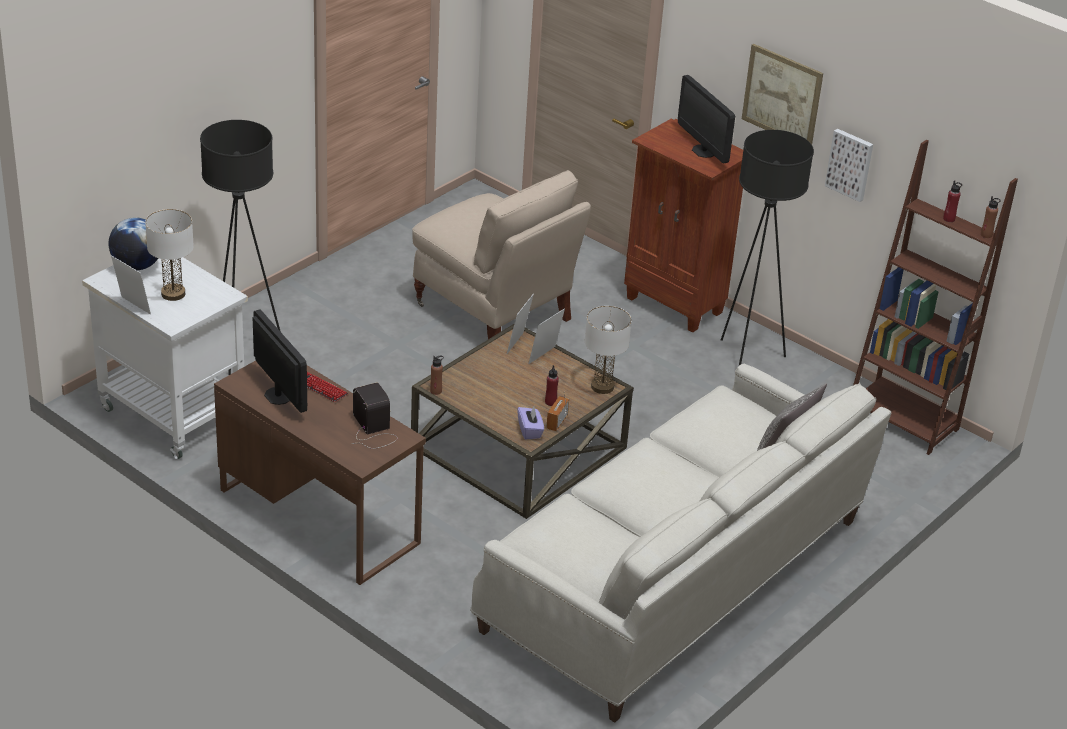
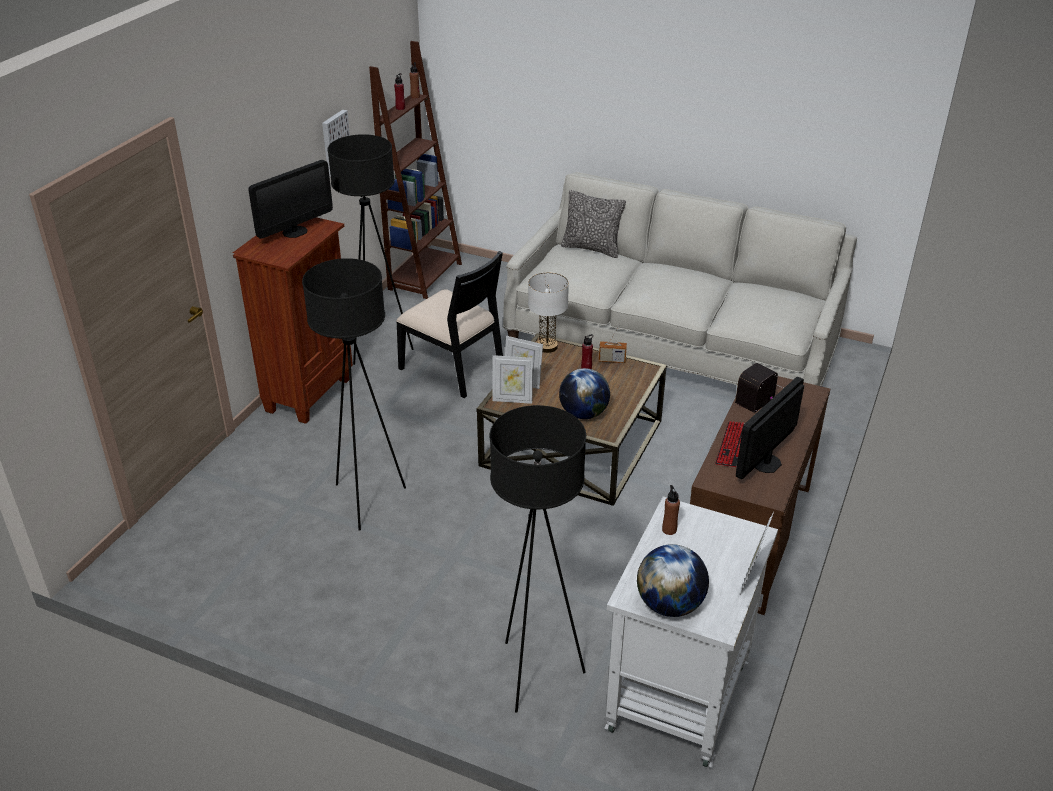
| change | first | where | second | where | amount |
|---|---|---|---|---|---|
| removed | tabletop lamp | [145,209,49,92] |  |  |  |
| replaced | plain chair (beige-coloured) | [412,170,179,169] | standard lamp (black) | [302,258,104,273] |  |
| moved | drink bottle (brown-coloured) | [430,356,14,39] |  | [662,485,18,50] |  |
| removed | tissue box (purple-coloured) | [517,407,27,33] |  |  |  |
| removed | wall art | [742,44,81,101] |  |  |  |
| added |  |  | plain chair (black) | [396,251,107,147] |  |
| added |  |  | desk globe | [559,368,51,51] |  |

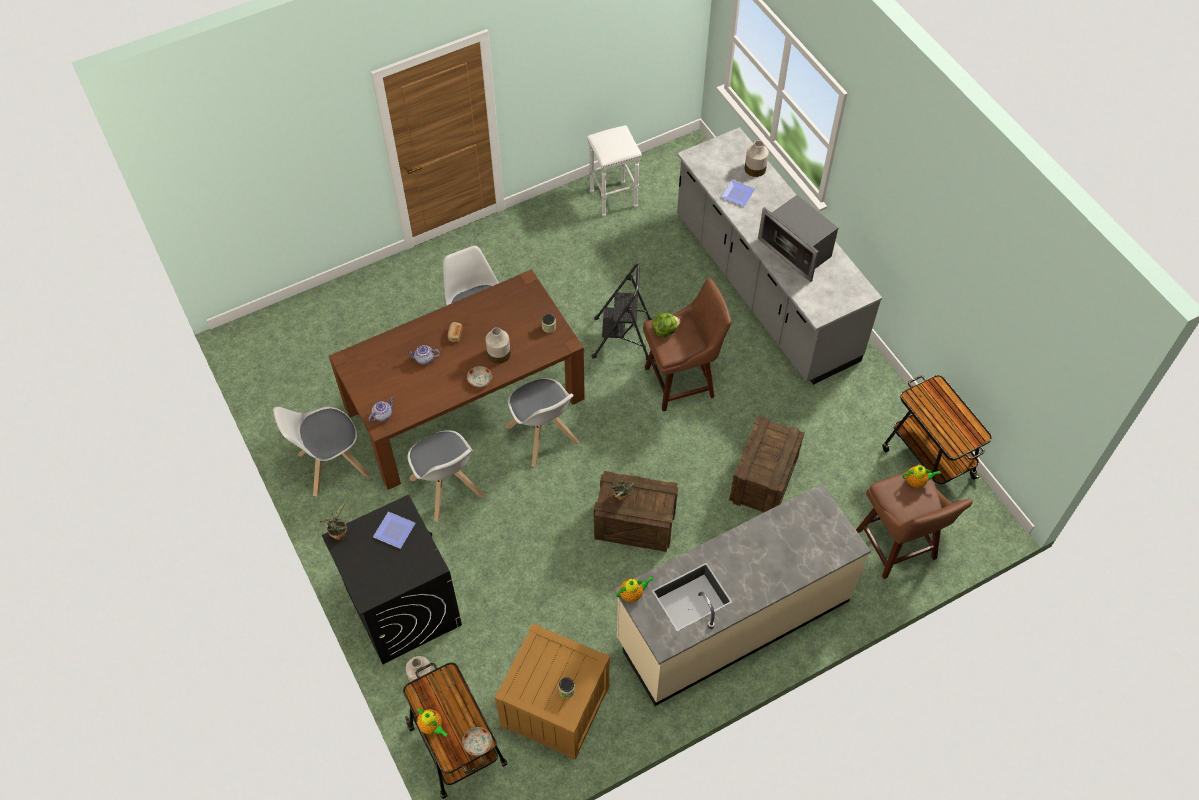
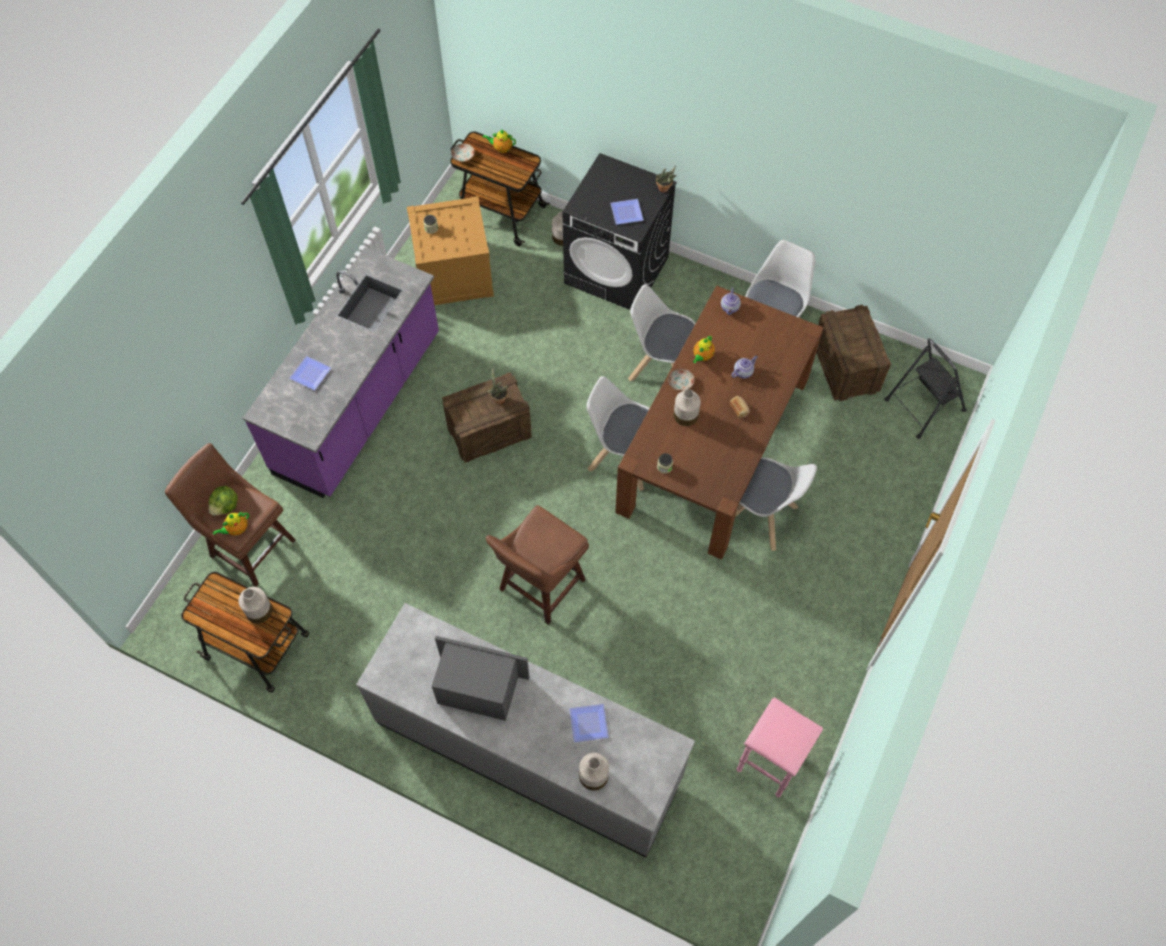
| change | first | where | second | where | amount |
|---|---|---|---|---|---|
| recoloured | stool seat (white-coloured) | [587,125,55,92] | stool seat (pinkish) | [737,698,86,100] |  |
| moved | stepladder (black) | [591,264,62,96] |  | [884,339,83,100] |  |
| recoloured | kitchen base unit (beige-coloured) | [614,483,257,223] | kitchen base unit (purple-coloured) | [243,247,196,251] |  |
| moved | teapot | [616,577,38,25] |  | [693,335,22,28] |  |
| moved | lettuce head | [652,313,28,24] |  | [209,486,29,30] |  |
| moved | packing crate | [729,416,75,97] |  | [816,305,75,96] |  |
| added |  |  | decorative vase (beige-coloured) | [238,587,35,36] |  |
| added |  |  | plate | [290,356,41,34] |  |

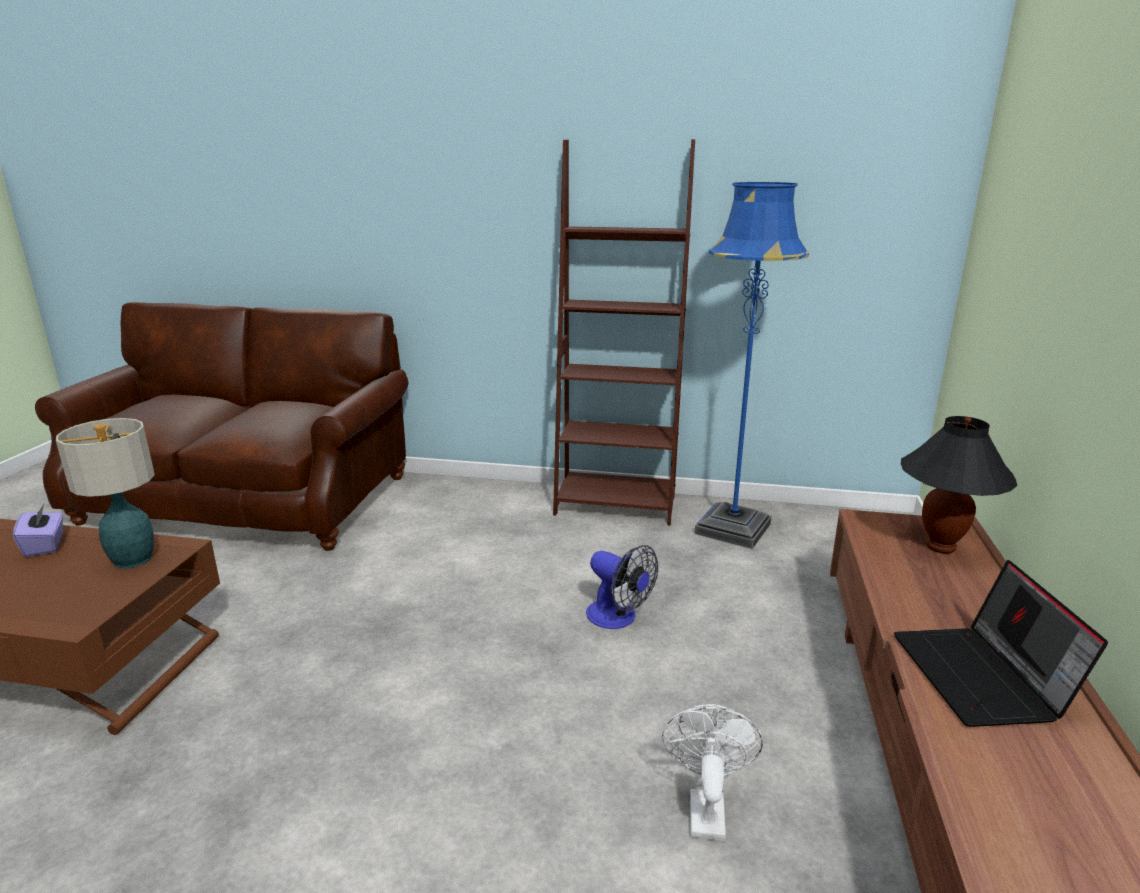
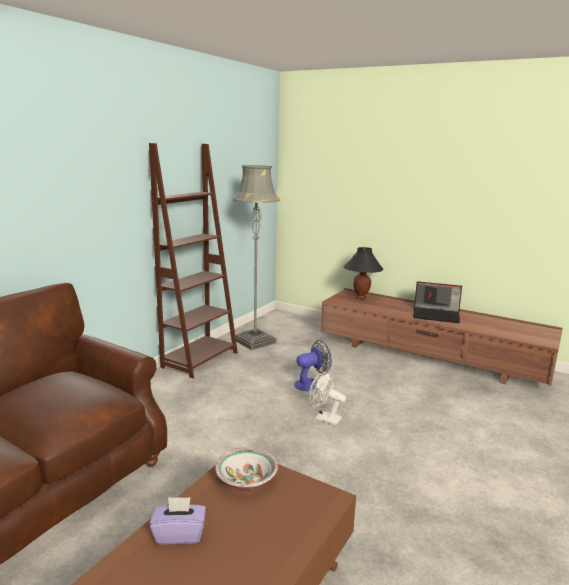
| change | first | where | second | where | amount |
|---|---|---|---|---|---|
| replaced | tabletop lamp | [56,418,99,151] | deep dish | [215,447,63,43] |  |
| moved | fan (white-coloured) | [662,704,101,137] |  | [309,370,37,55] |  |
| recoloured | standard lamp (blue-coloured) | [694,182,115,367] | standard lamp (gray) | [233,165,47,185] |  |

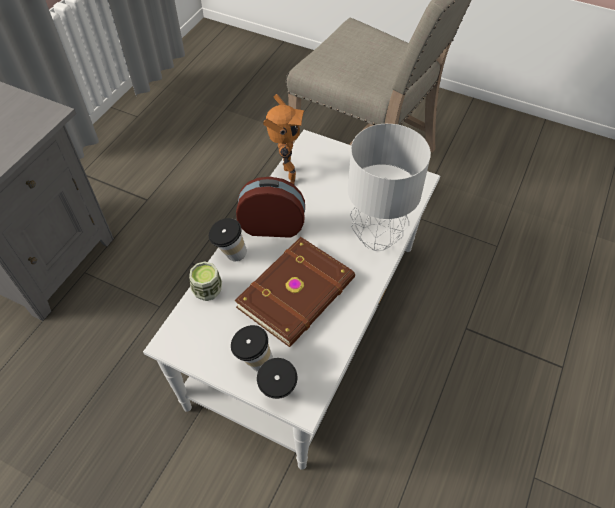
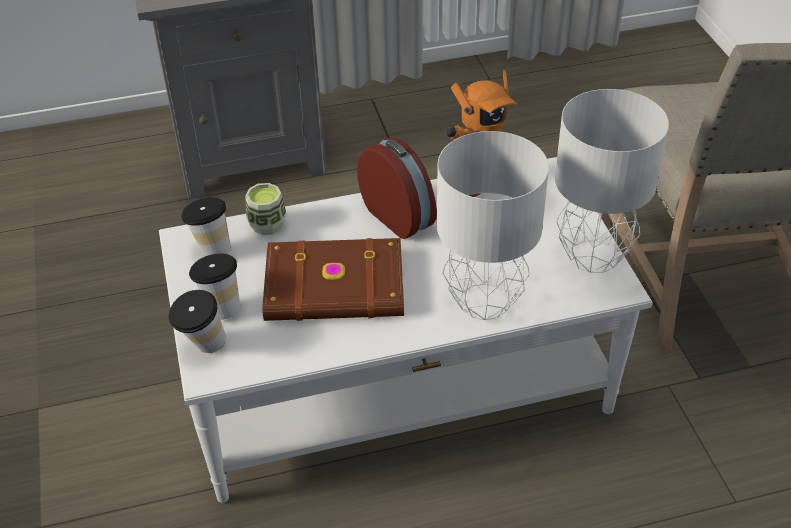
| change | first | where | second | where | amount |
|---|---|---|---|---|---|
| moved | drinking cup | [209,218,38,43] |  | [181,197,50,59] |  |
| added |  |  | tabletop lamp (gray) | [555,89,114,184] |  |

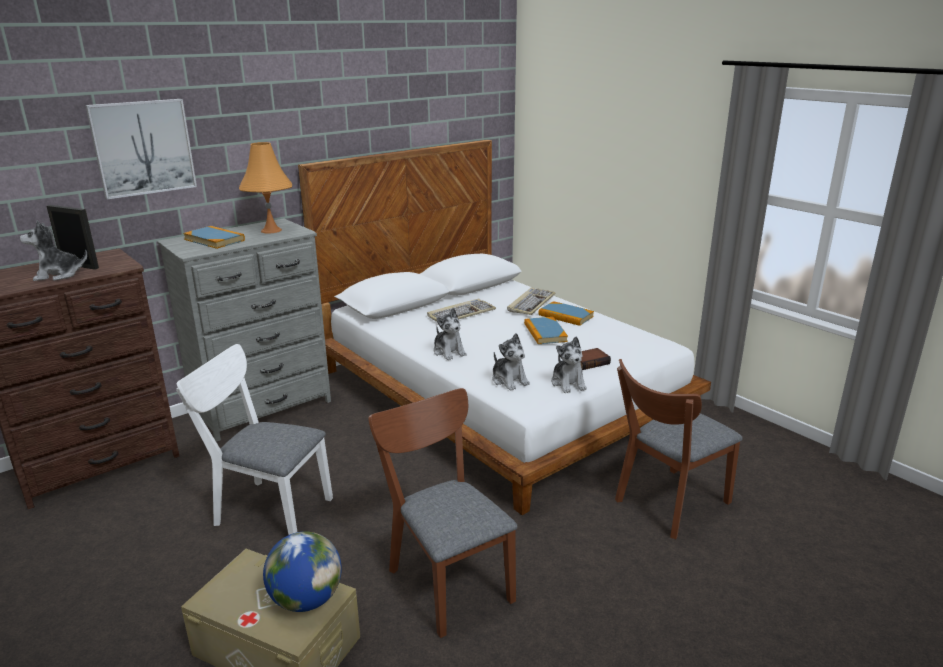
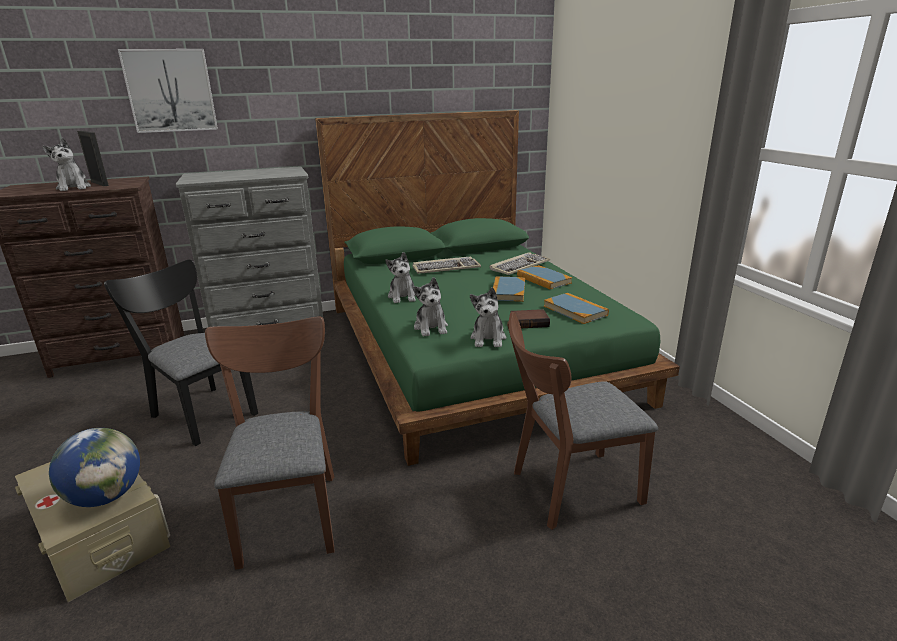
| change | first | where | second | where | amount |
|---|---|---|---|---|---|
| turned | soft toy | [20,220,67,61] |  | [42,138,49,53] | 120 degrees counterclockwise |
| recoloured | plain chair (white-coloured) | [176,344,157,191] | plain chair (black) | [104,259,154,187] |  |
| moved | bound book | [183,226,62,23] |  | [544,293,65,31] |  |
| removed | tabletop lamp (orangey) | [239,142,53,92] |  |  |  |
| recoloured | bedroom bed (white-coloured) | [298,140,413,375] | bedroom bed (green-coloured) | [315,110,365,356] |  |

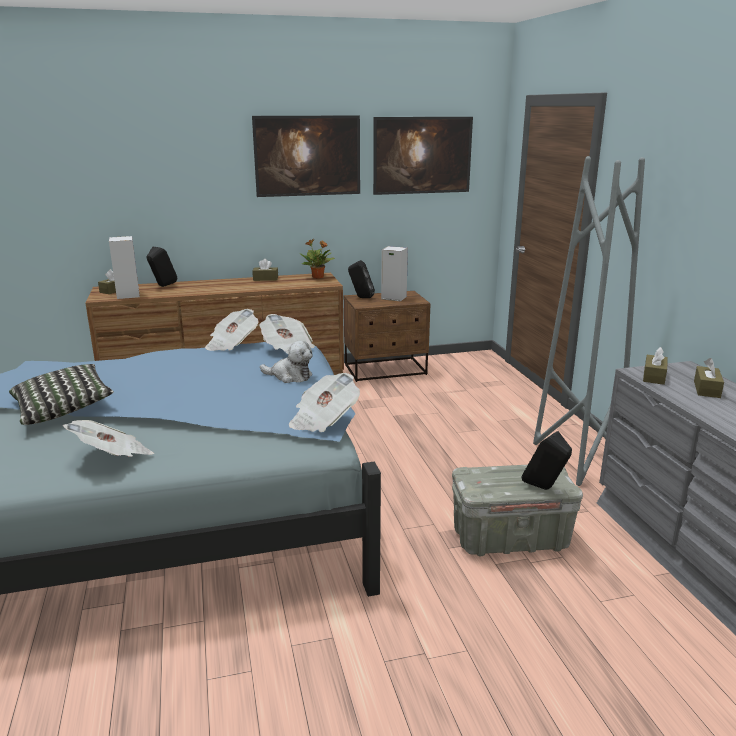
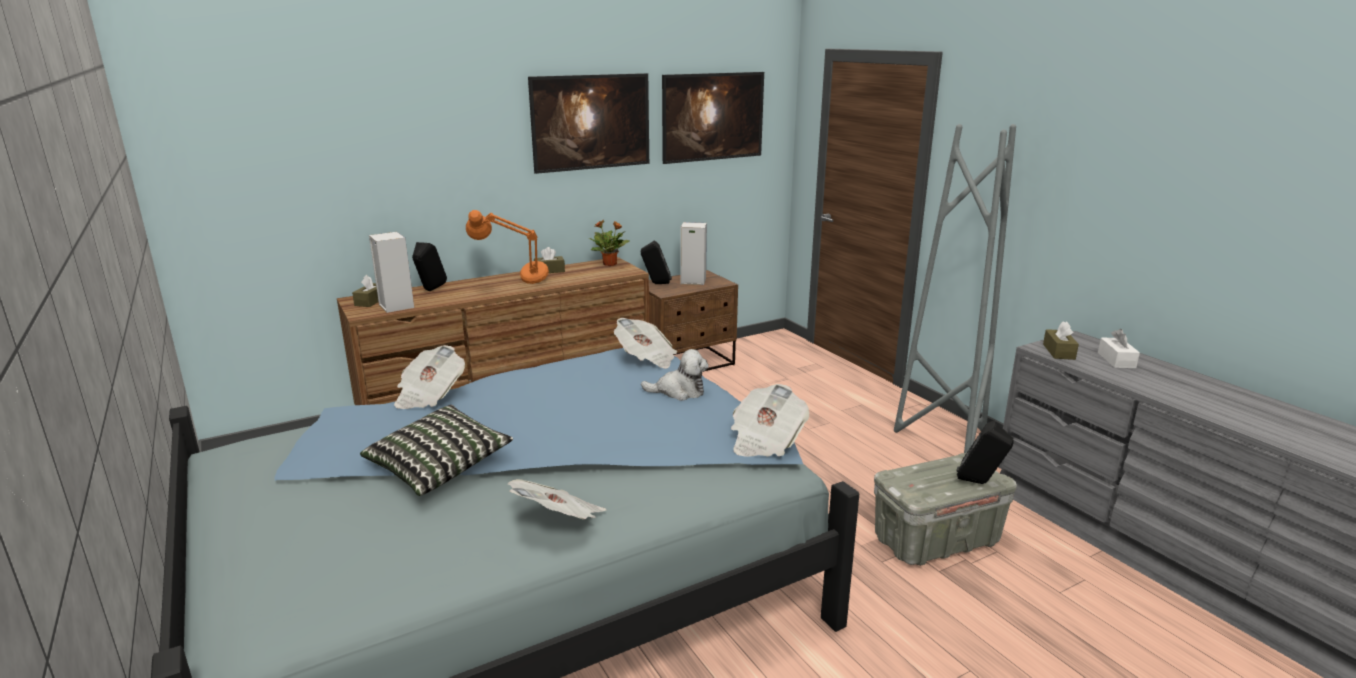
| change | first | where | second | where | amount |
|---|---|---|---|---|---|
| moved | daily paper | [205,309,54,42] |  | [394,345,71,64] |  |
| recoloured | tissue box (brown-coloured) | [694,358,30,40] | tissue box (white-coloured) | [1098,329,42,40] |  |
| added |  |  | tabletop lamp (orangey) | [466,210,83,74] |  |

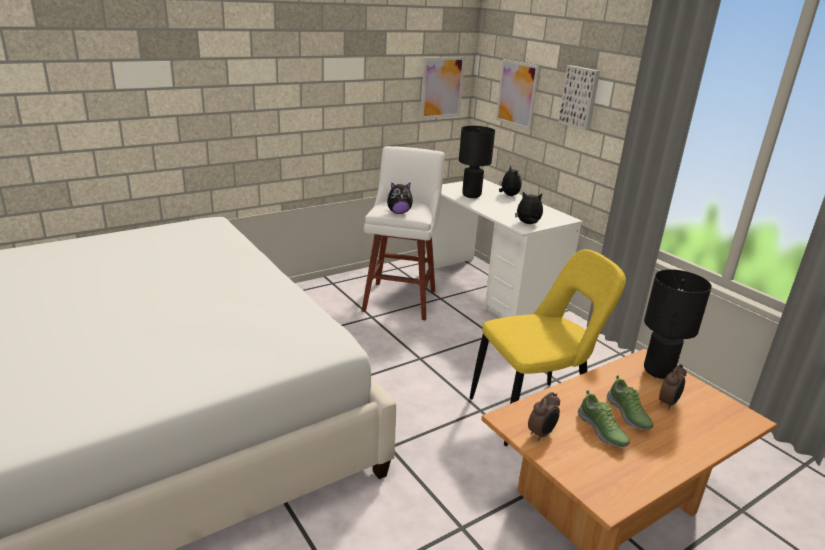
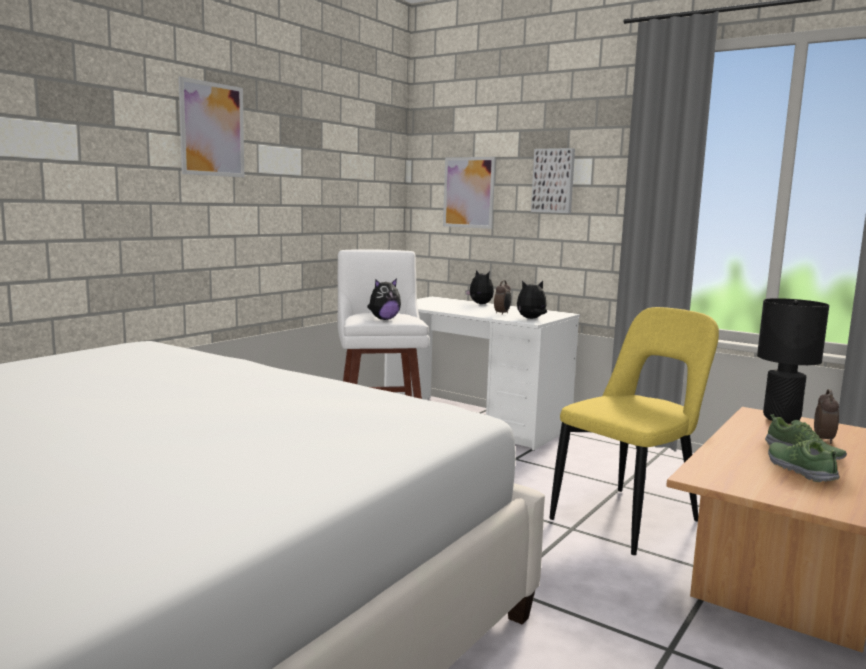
| change | first | where | second | where | amount |
|---|---|---|---|---|---|
| moved | wall art | [421,57,44,62] |  | [178,76,66,101] |  |
| removed | tabletop lamp (black) | [459,126,36,72] |  |  |  |
| moved | alarm clock | [528,392,32,49] |  | [494,280,17,35] |  |
| turned | item of footwear | [578,390,52,57] |  | [768,439,71,43] | 150 degrees counterclockwise |

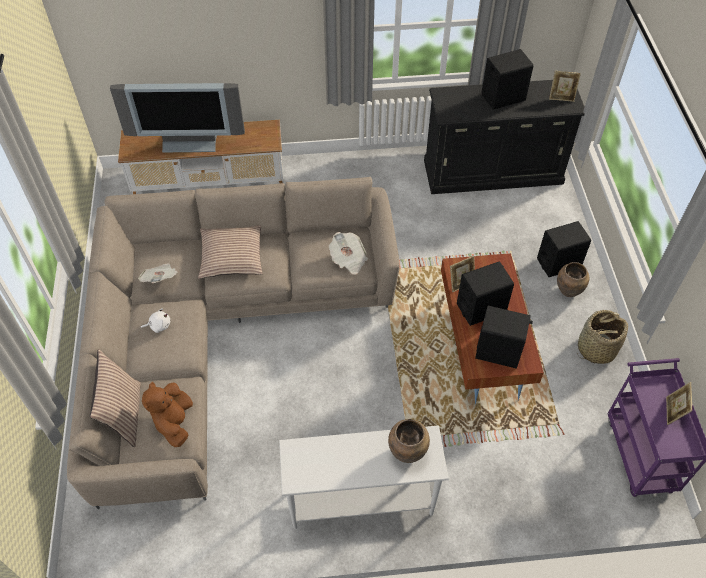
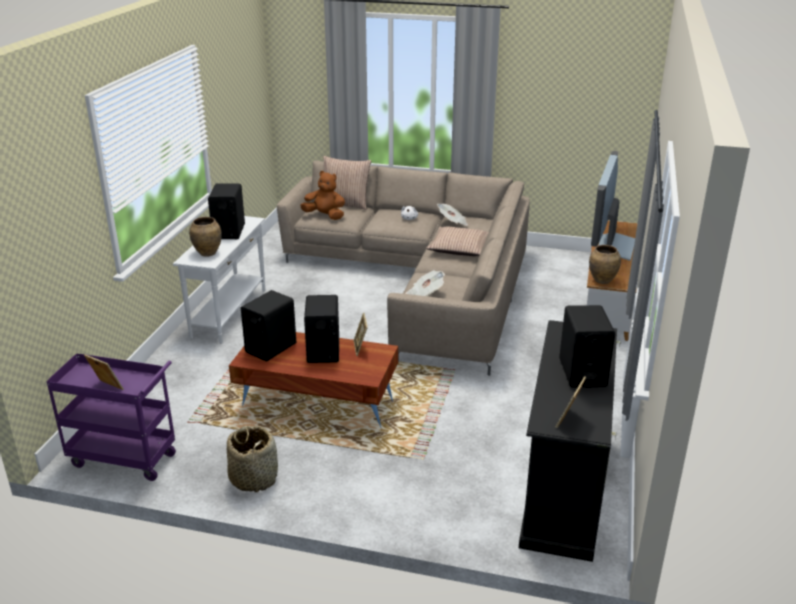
| change | first | where | second | where | amount |
|---|---|---|---|---|---|
| moved | loudspeaker (black) | [537,221,54,56] |  | [208,183,37,56] |  |
| moved | decorative vase (brown-coloured) | [557,262,32,35] |  | [589,245,32,39] |  |

